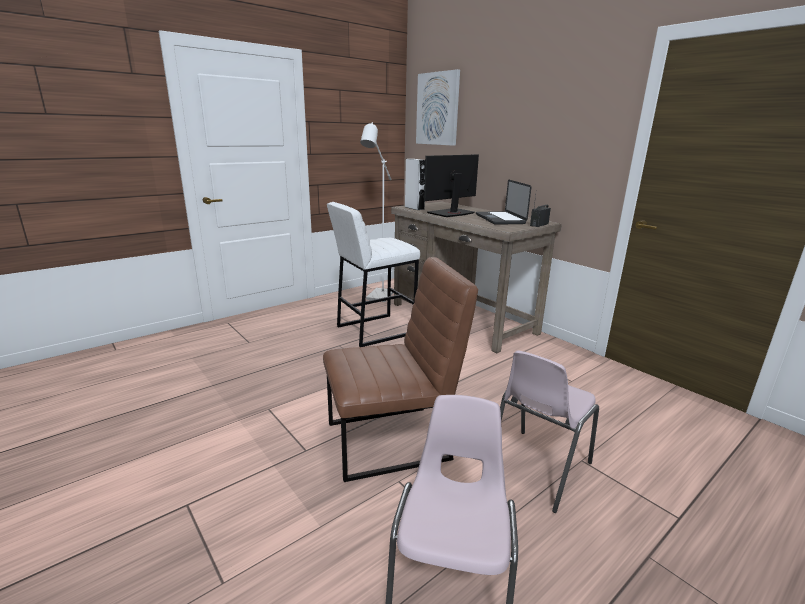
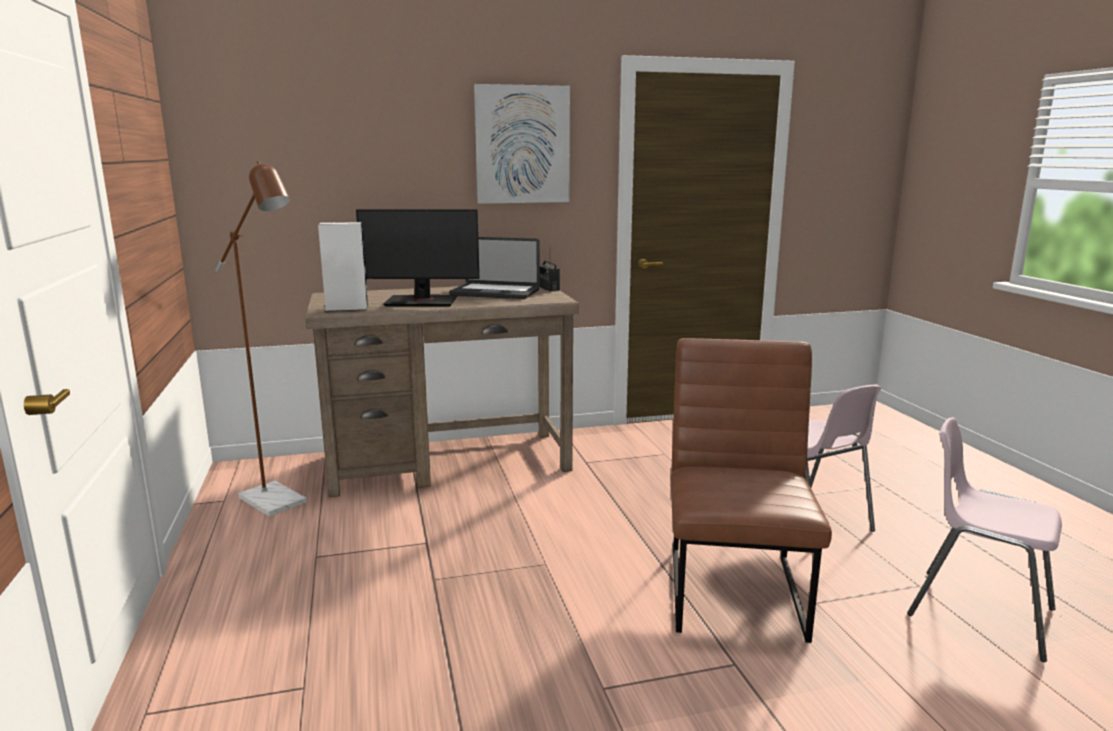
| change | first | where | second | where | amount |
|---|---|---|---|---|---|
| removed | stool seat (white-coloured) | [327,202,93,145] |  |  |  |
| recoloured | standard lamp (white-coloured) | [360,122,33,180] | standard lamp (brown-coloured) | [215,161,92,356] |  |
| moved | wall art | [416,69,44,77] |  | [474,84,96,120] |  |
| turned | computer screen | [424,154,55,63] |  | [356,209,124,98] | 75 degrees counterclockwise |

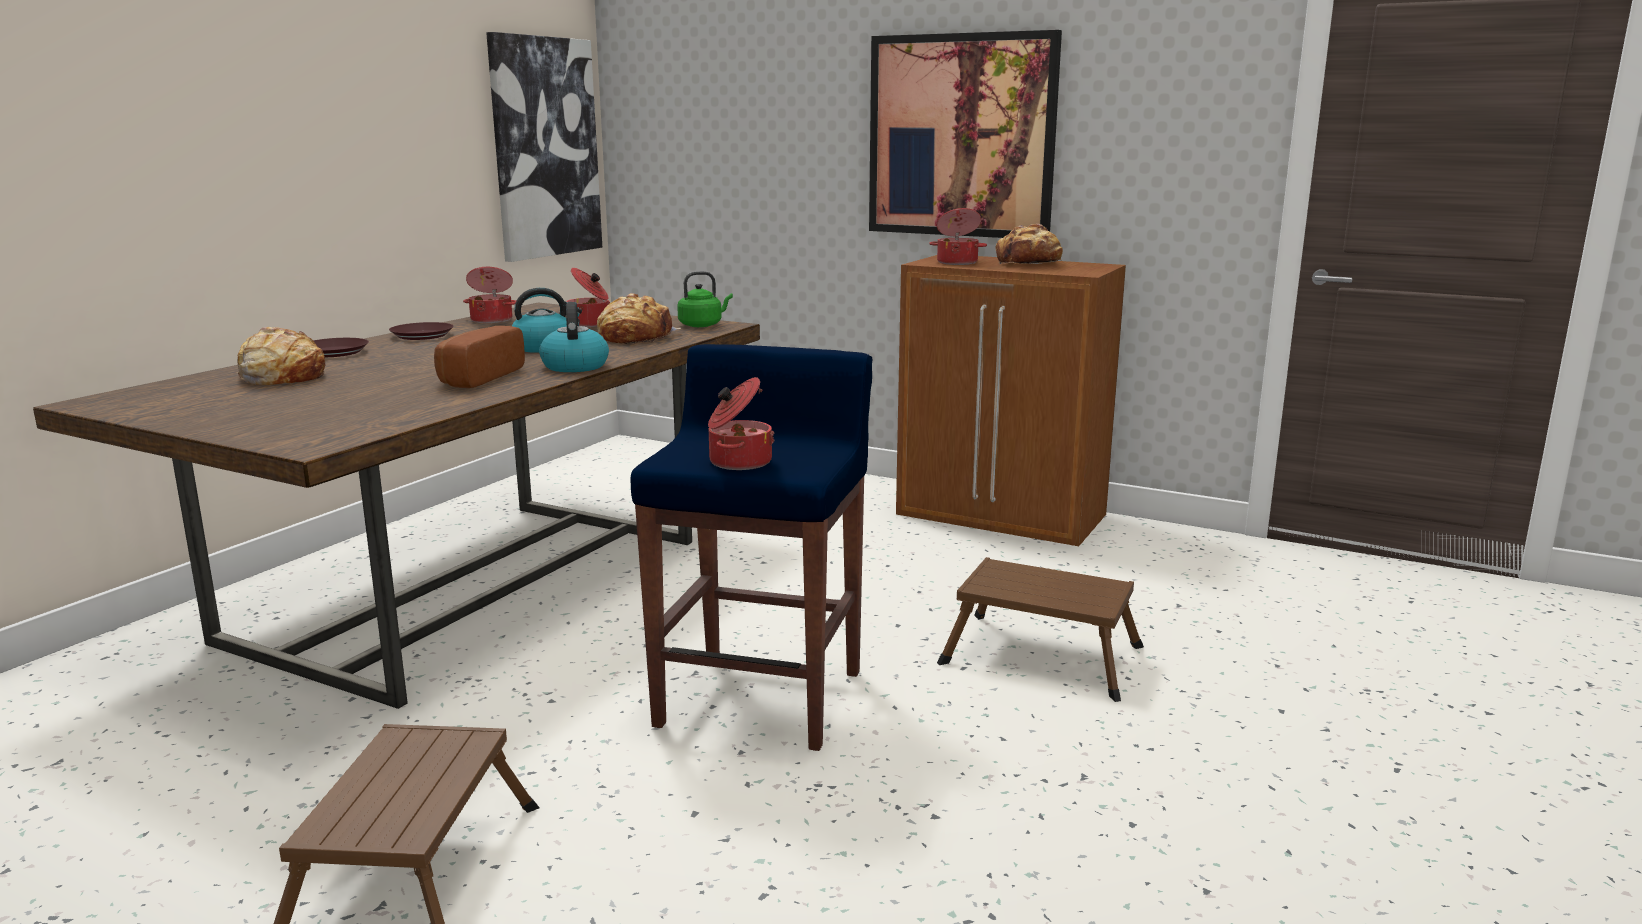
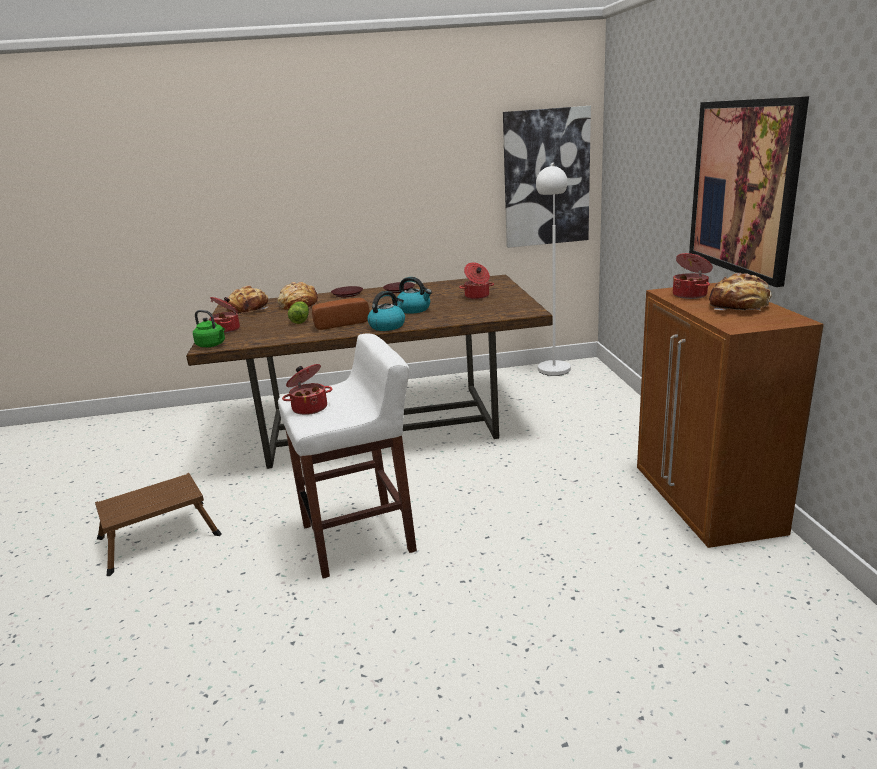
| change | first | where | second | where | amount |
|---|---|---|---|---|---|
| moved | saucepot | [463,267,53,56] |  | [209,297,31,36] |  |
| moved | bakery bread | [597,293,84,51] |  | [227,286,42,29] |  |
| recoloured | stool seat (blue-coloured) | [631,344,241,407] | stool seat (white-coloured) | [278,334,139,245] |  |
| moved | tea kettle (green-coloured) | [677,271,56,56] |  | [193,310,32,37] |  |
| removed | stepladder (brown-coloured) | [937,557,207,145] |  |  |  |
| added |  |  | lettuce head | [288,301,21,23] |  |
| added |  |  | standard lamp (white-coloured) | [536,163,35,213] |  |

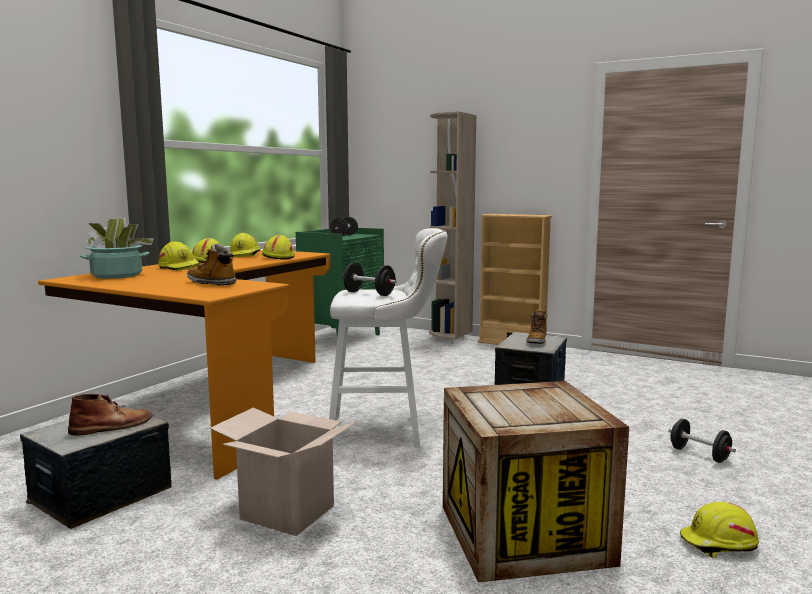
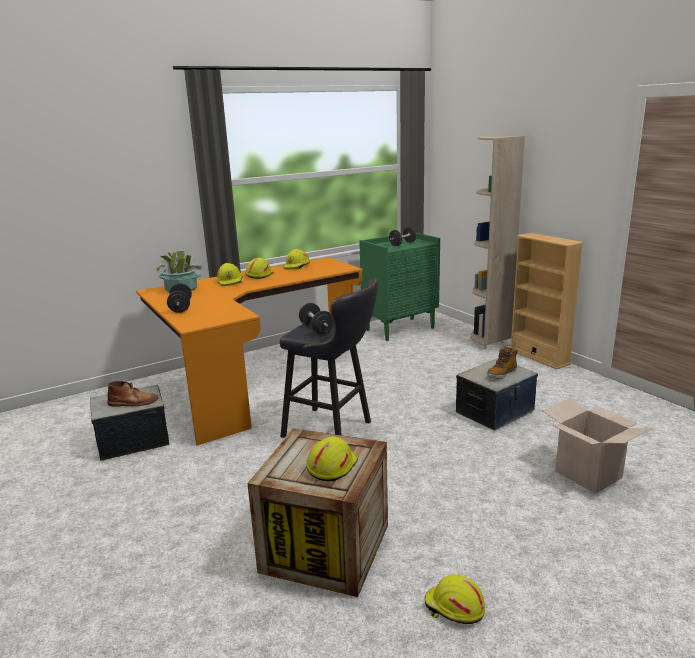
| change | first | where | second | where | amount |
|---|---|---|---|---|---|
| removed | boot | [187,243,49,43] |  |  |  |
| moved | cardboard box | [210,407,148,129] |  | [542,398,110,96] |  |
| moved | hard hat (yellow) | [262,235,33,25] |  | [306,437,52,44] |  |
| recoloured | stool seat (white-coloured) | [329,228,119,220] | stool seat (black) | [280,278,98,160] |  |
| moved | hand weight (black) | [668,419,68,44] |  | [167,283,25,30] |  |

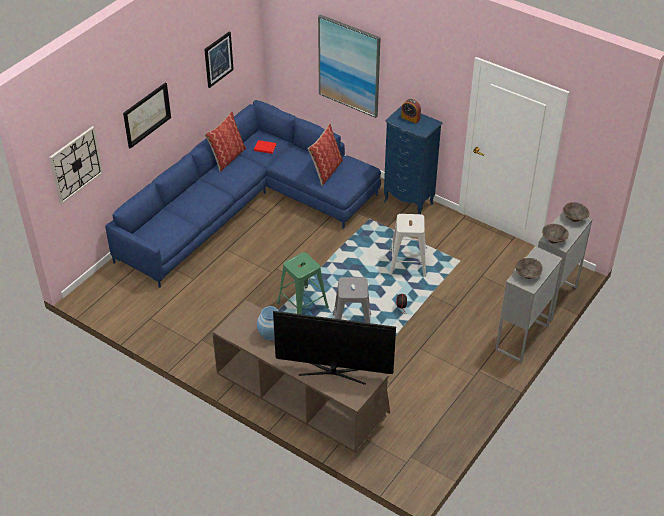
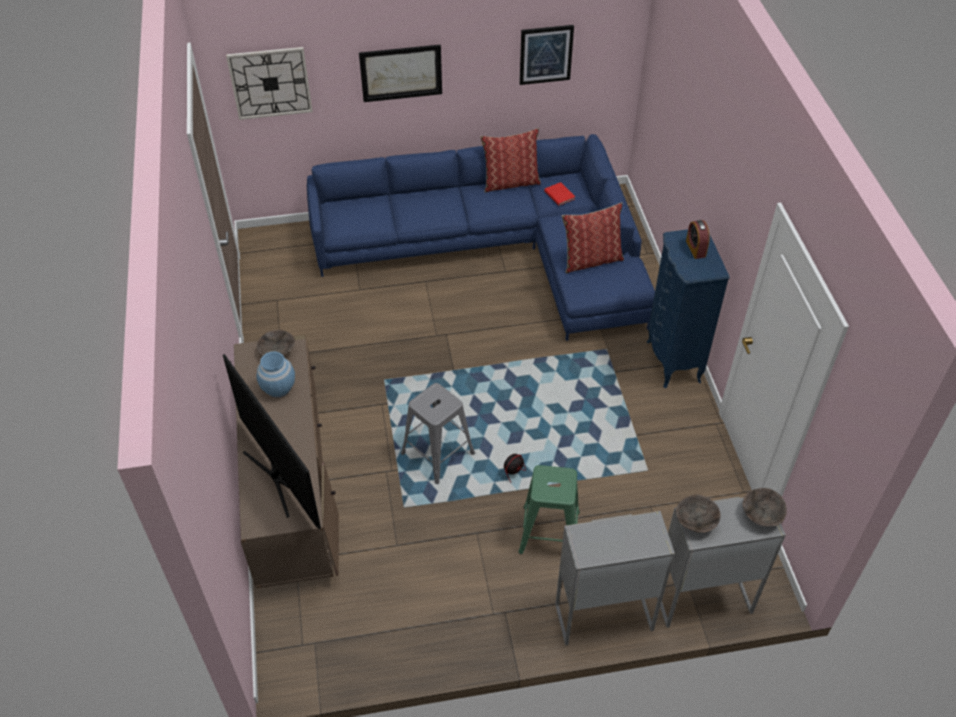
| change | first | where | second | where | amount |
|---|---|---|---|---|---|
| moved | stool seat (green-coloured) | [277,252,52,62] |  | [519,465,61,89] |  |
| removed | wall art | [318,15,63,103] |  |  |  |
| removed | stool seat (white-coloured) | [389,214,38,63] |  |  |  |
| moved | deep dish (brown-coloured) | [515,258,28,21] |  | [257,330,38,26] |  |

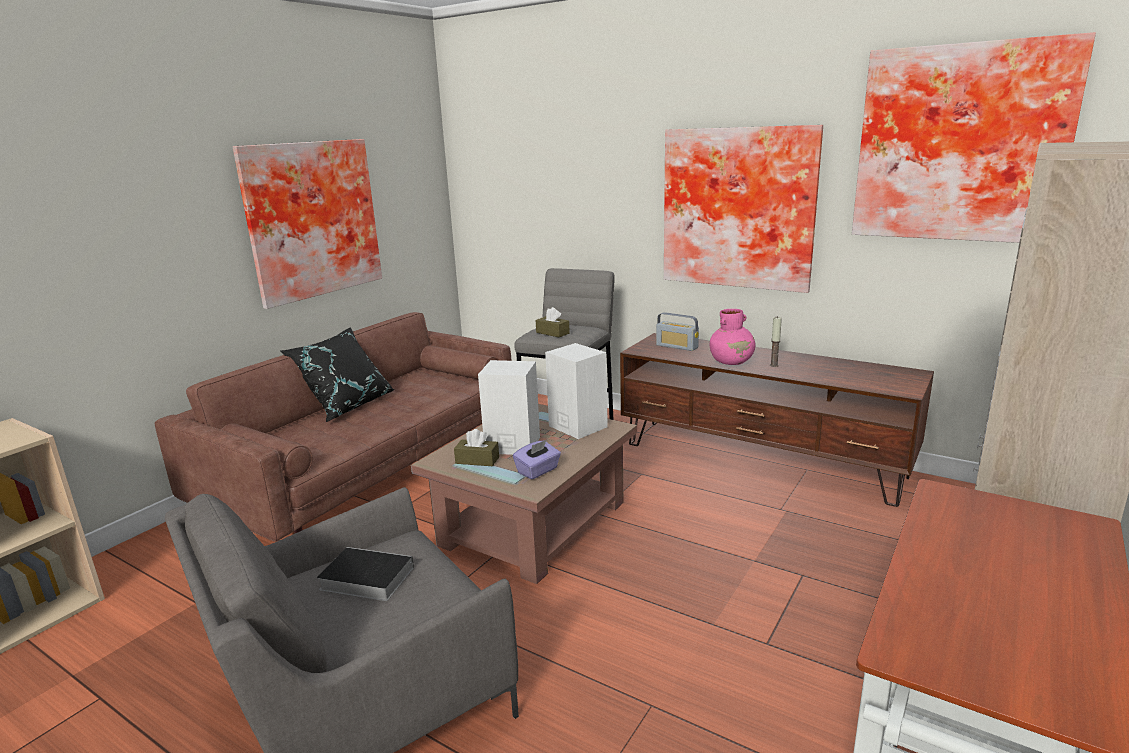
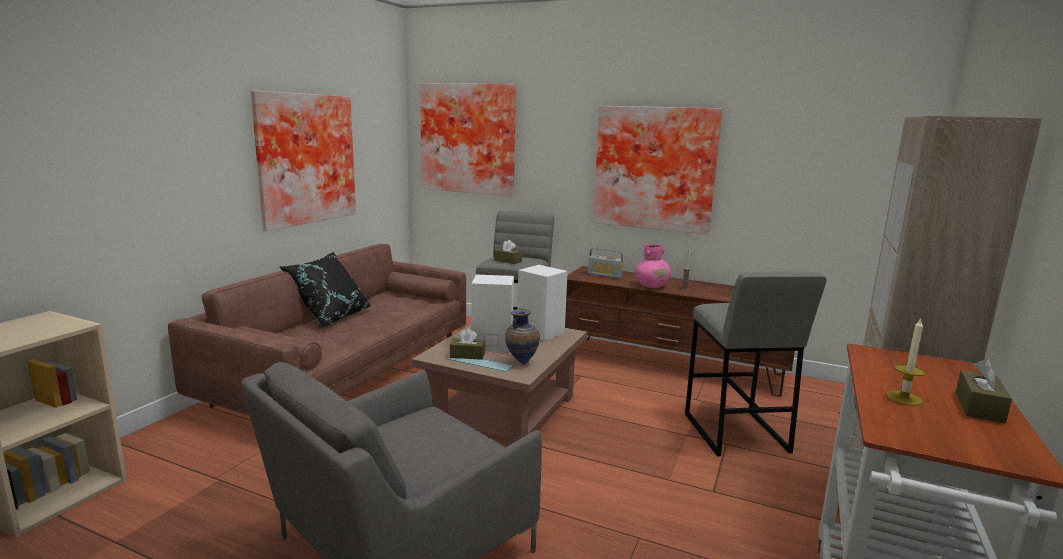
| change | first | where | second | where | amount |
|---|---|---|---|---|---|
| removed | bound book | [317,547,97,54] |  |  |  |
| replaced | tissue box (purple-coloured) | [513,440,48,39] | decorative vase | [505,309,35,56] |  |
| moved | wall art | [852,32,244,211] |  | [420,83,96,113] |  |
| added |  |  | stool seat (gray) | [685,272,142,185] |  |
| added |  |  | wax candle | [886,319,40,87] |  |
| added |  |  | tissue box (brown-coloured) | [956,359,56,65] |  |

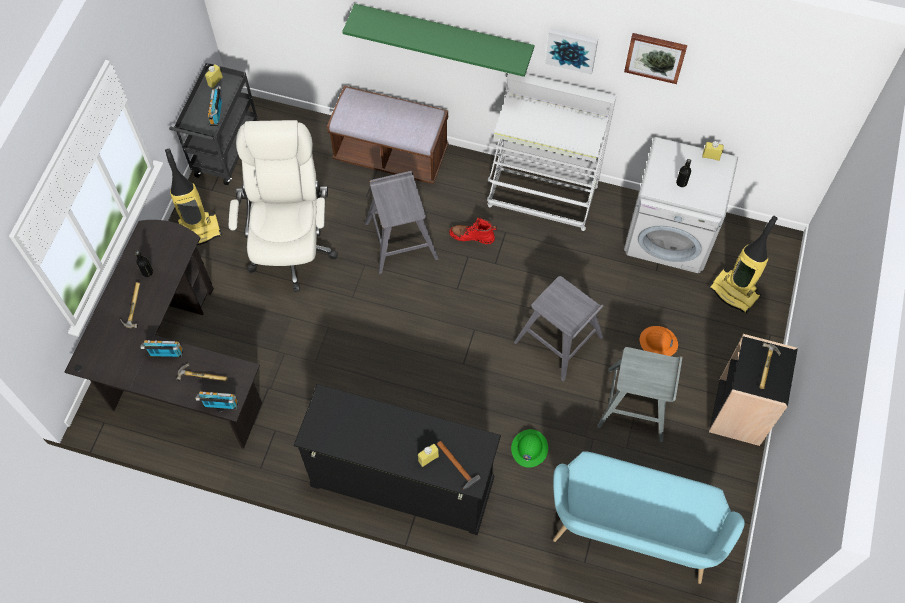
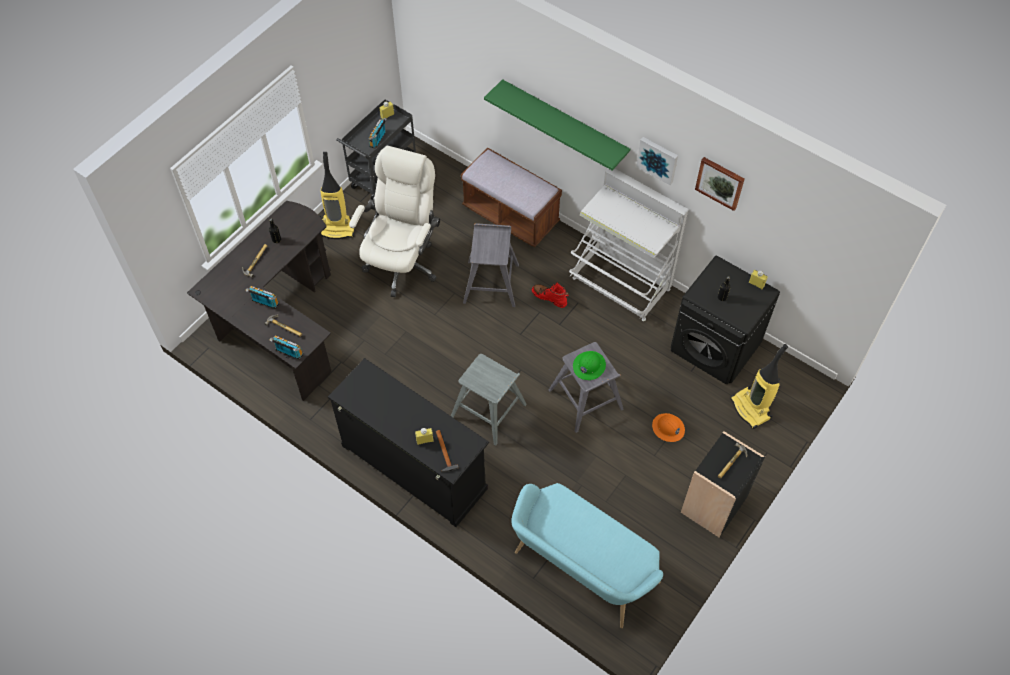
| change | first | where | second | where | amount |
|---|---|---|---|---|---|
| moved | hard hat (green-coloured) | [511,429,37,39] |  | [573,351,33,29] |  |
| moved | stool seat (gray) | [597,347,85,95] |  | [451,354,76,91] |  |
| recoloured | laundry appliance (white-coloured) | [624,137,114,136] | laundry appliance (black) | [671,255,109,129] |  |

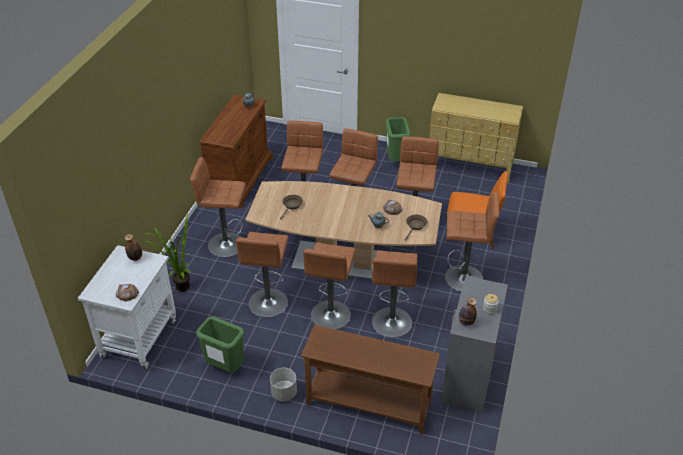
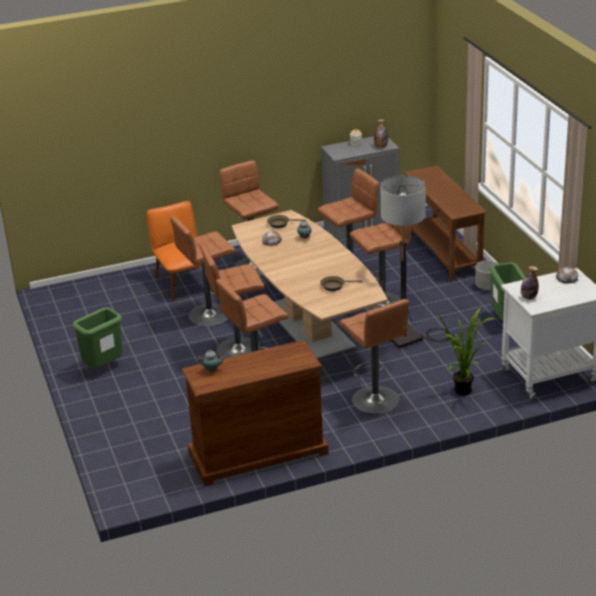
| change | first | where | second | where | amount |
|---|---|---|---|---|---|
| replaced | stool seat (brown-coloured) | [236,232,53,85] | standard lamp | [380,175,74,174] |  |
| removed | drawer chest (beige-coloured) | [429,93,94,90] |  |  |  |

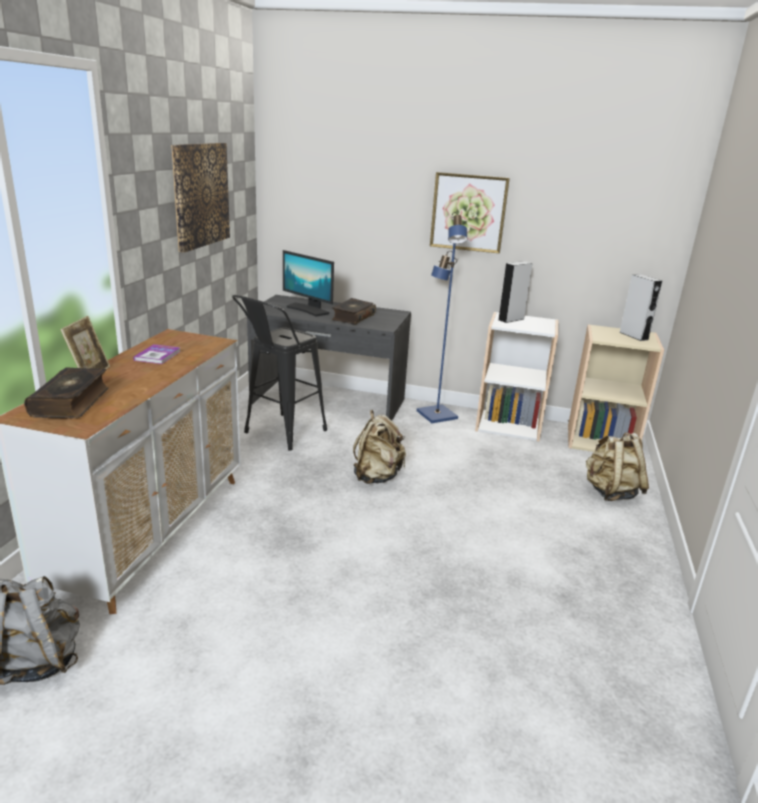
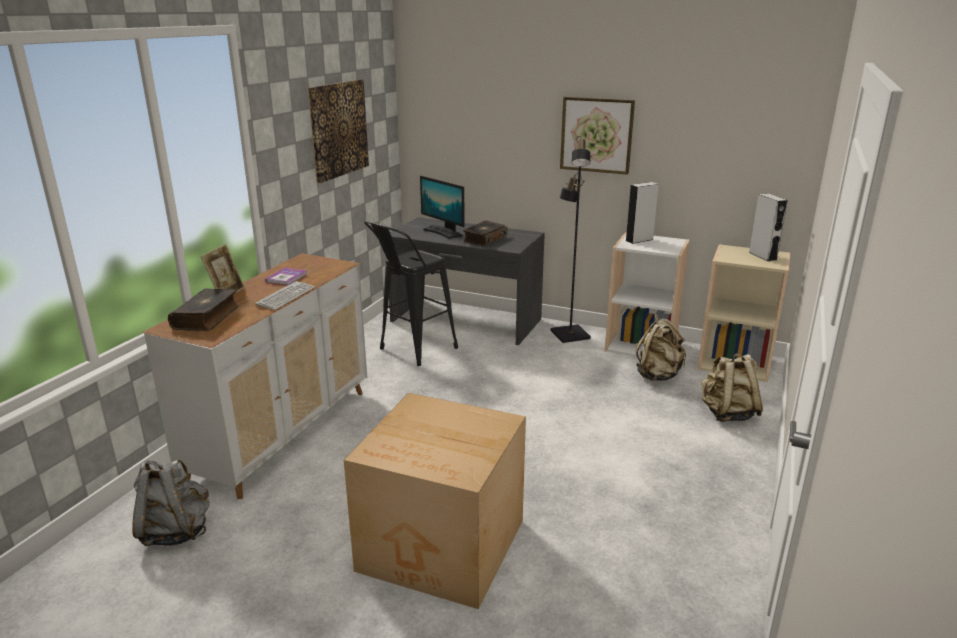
| change | first | where | second | where | amount |
|---|---|---|---|---|---|
| moved | rucksack (beige-coloured) | [353,410,53,74] |  | [636,314,50,67] |  |
| recoloured | standard lamp (blue-coloured) | [417,212,50,211] | standard lamp (black) | [551,136,40,207] |  |
| added |  |  | keyboard | [255,281,59,29] |  |
| added |  |  | cardboard box | [344,393,182,216] |  |

